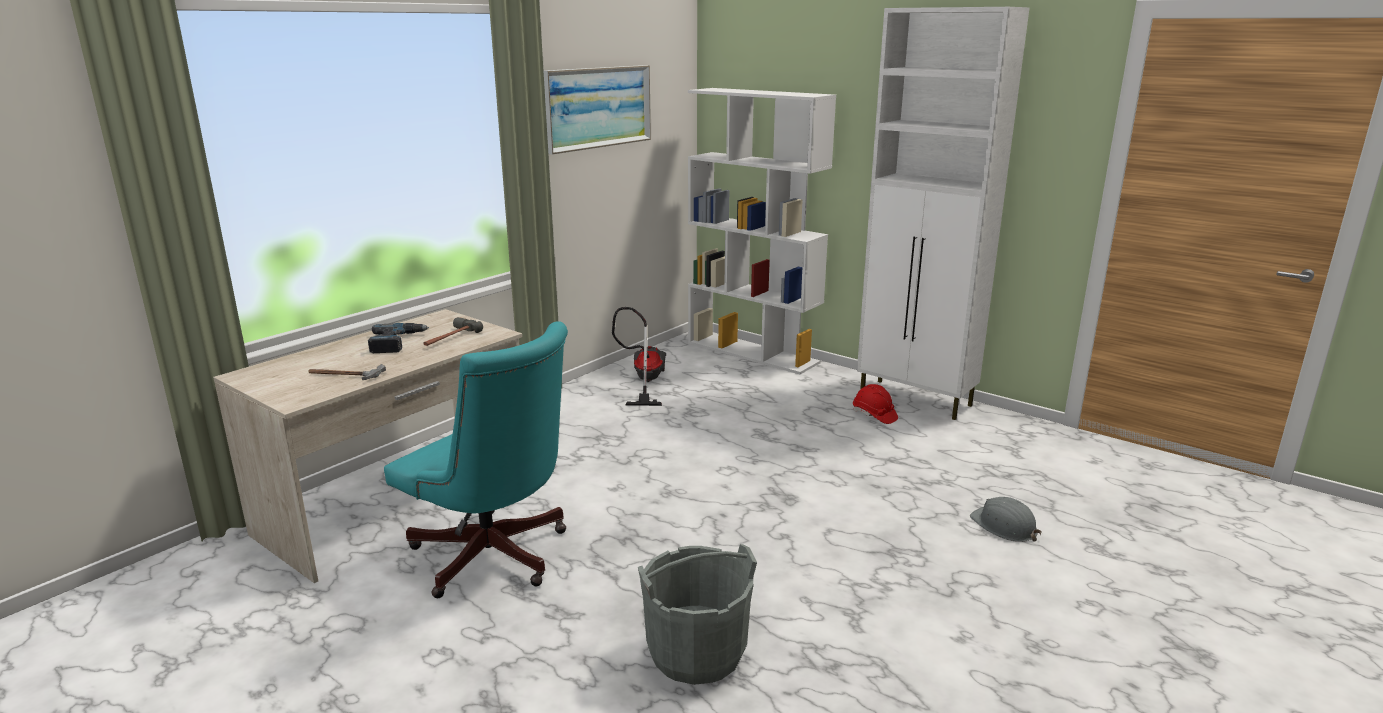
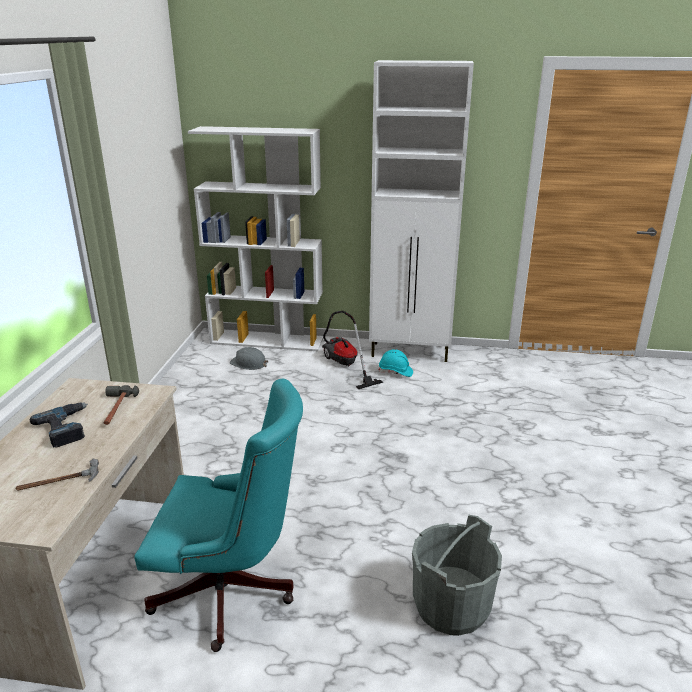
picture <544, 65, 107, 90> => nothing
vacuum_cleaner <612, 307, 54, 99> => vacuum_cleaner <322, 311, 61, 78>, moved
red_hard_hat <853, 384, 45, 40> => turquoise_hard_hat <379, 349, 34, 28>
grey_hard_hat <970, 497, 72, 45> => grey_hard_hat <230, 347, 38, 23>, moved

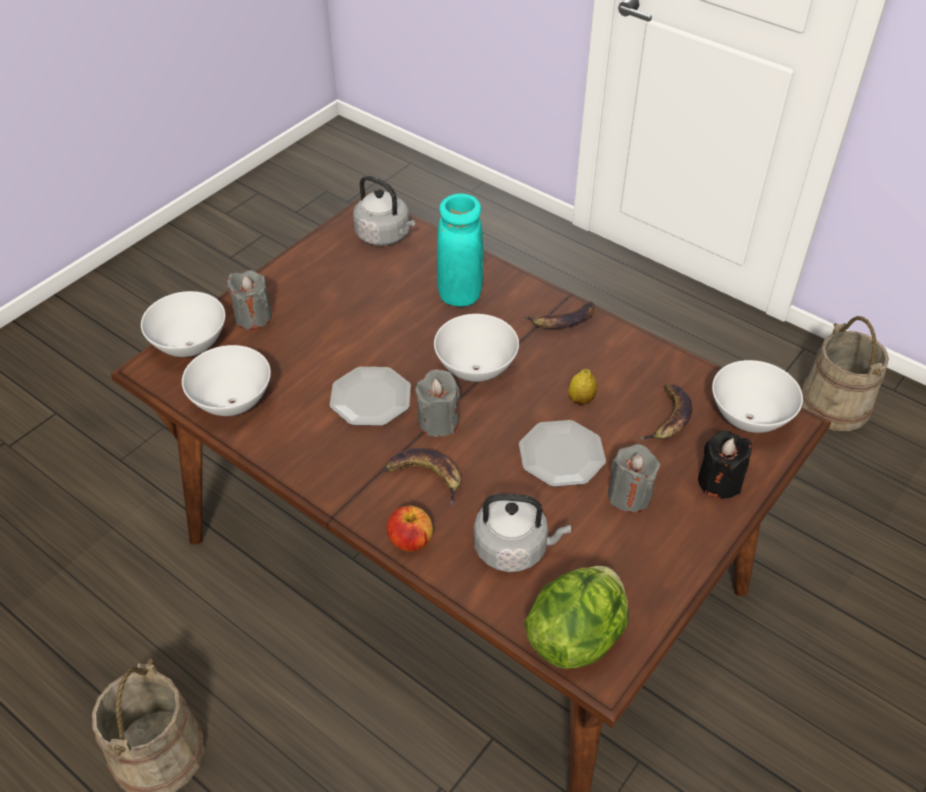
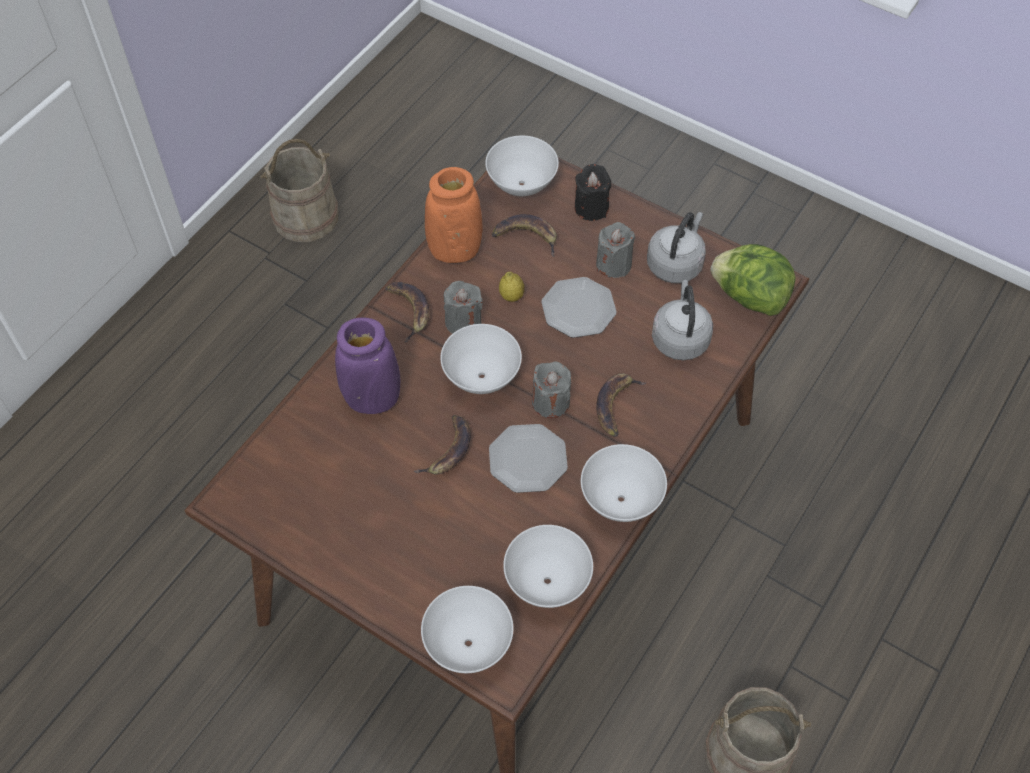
grey_kettle <353, 175, 62, 71> => grey_kettle <647, 212, 59, 71>, moved
turquoise_vase <437, 193, 47, 113> => purple_vase <335, 317, 65, 97>
grey_candle <227, 270, 45, 60> => grey_candle <444, 281, 39, 53>, moved
apple <387, 505, 46, 47> => nothing
nothing => orange_vase <425, 167, 58, 96>
nothing => banana <413, 415, 58, 60>
nothing => white_bowl <581, 444, 86, 78>

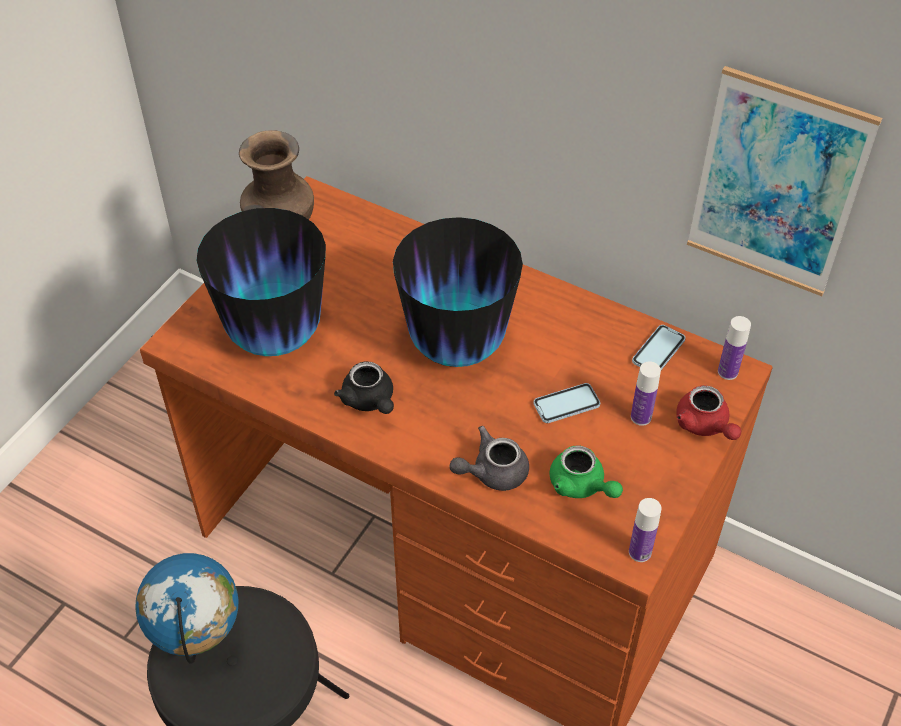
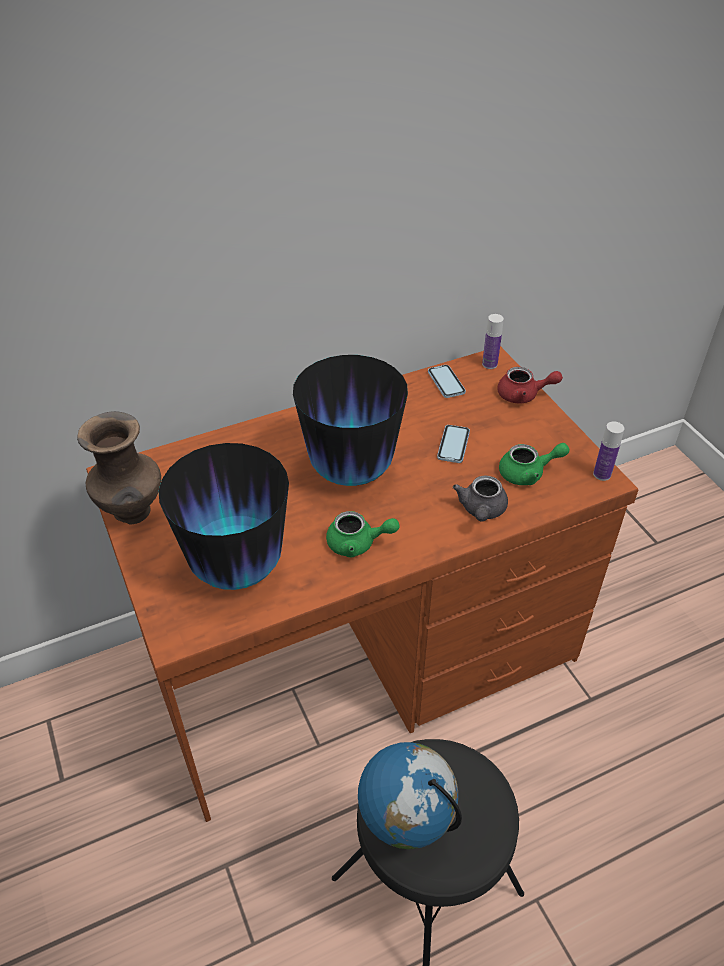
picture <687, 66, 195, 230> => nothing
black_teapot <334, 361, 60, 53> => green_teapot <326, 511, 74, 46>
bottle <631, 361, 30, 65> => nothing

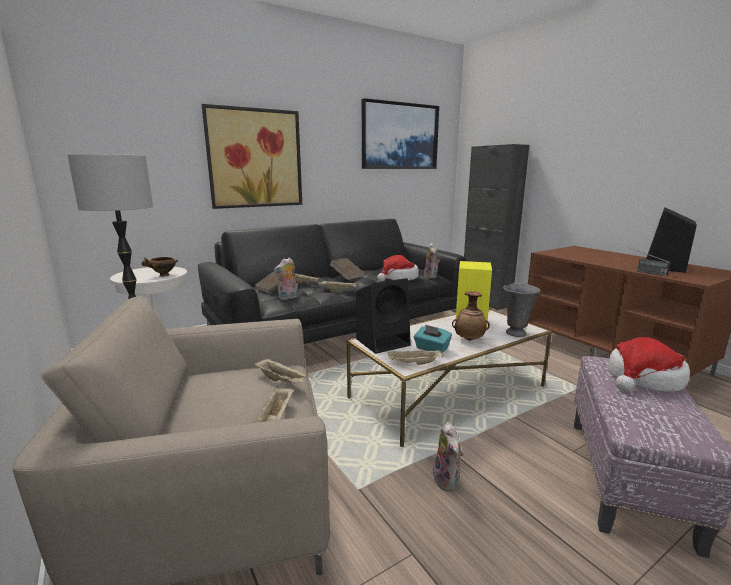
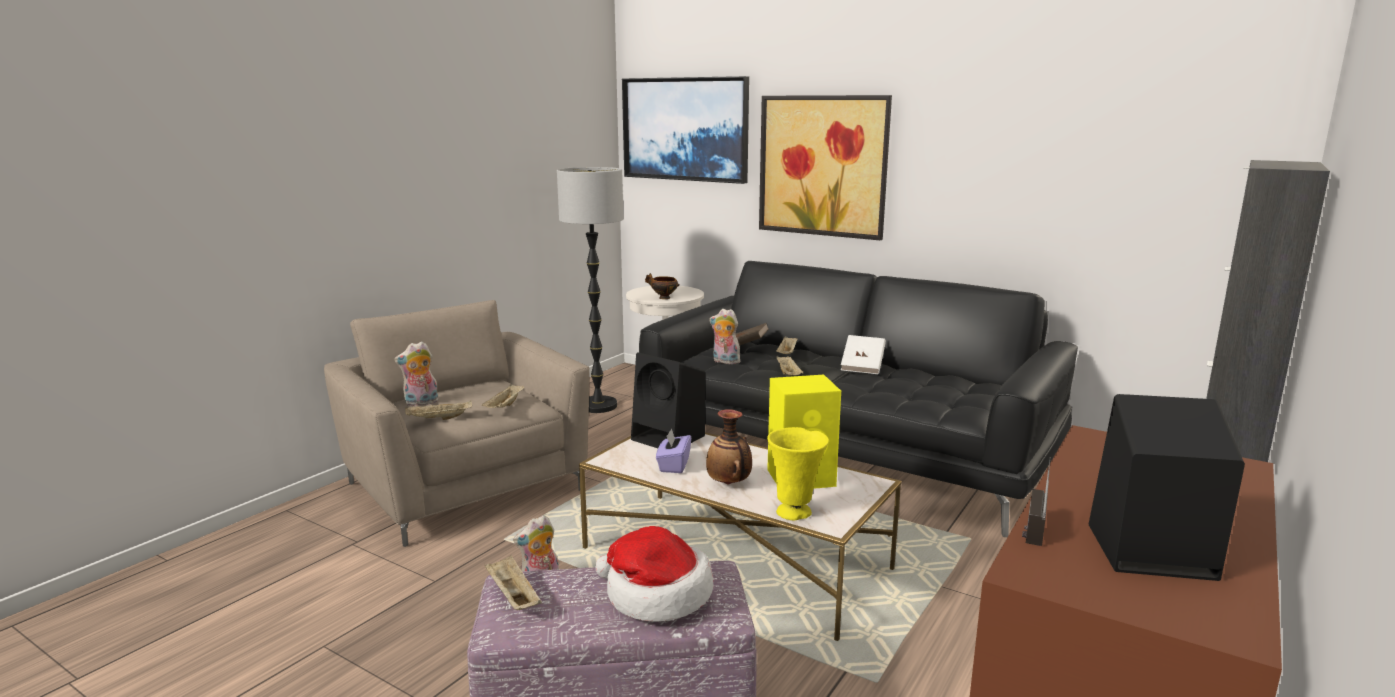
picture <362, 98, 77, 71> => picture <622, 76, 127, 108>, moved
plush_toy <424, 243, 16, 35> => plush_toy <394, 341, 45, 65>, moved
hat <377, 255, 42, 26> => nothing
brown_book <329, 258, 36, 22> => white_book <841, 335, 45, 39>
grey_vase <503, 283, 37, 54> => yellow_vase <767, 427, 62, 93>
turquoise_tissue_box <414, 324, 38, 29> => purple_tissue_box <656, 428, 35, 45>
beige_tray <387, 350, 56, 15> => beige_tray <485, 555, 57, 55>, moved

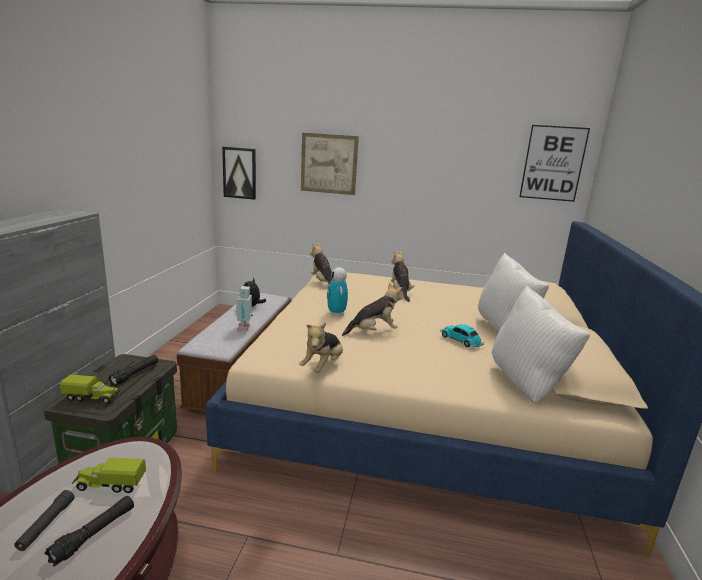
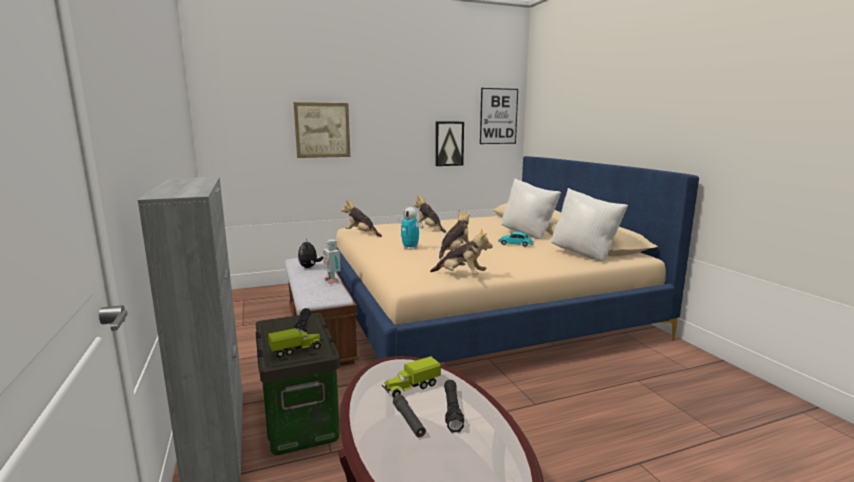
picture <222, 147, 34, 53> => picture <435, 122, 29, 44>, moved
plush_toy <299, 323, 44, 50> => plush_toy <430, 229, 63, 45>, 60 degrees counterclockwise

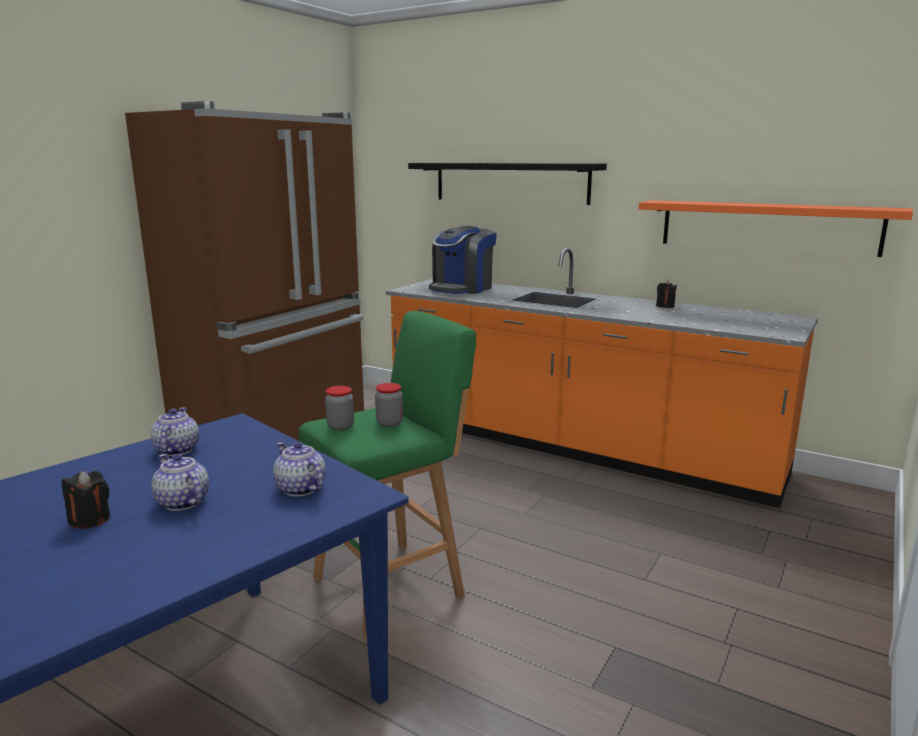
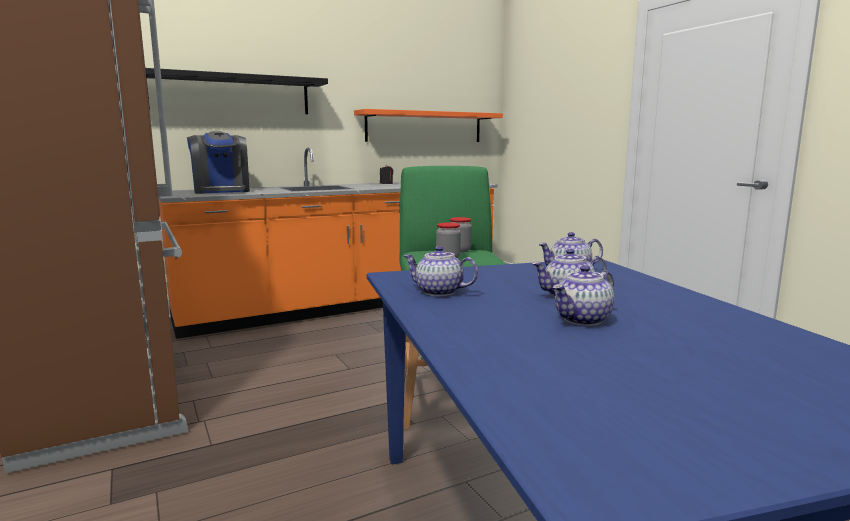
black_candle <62, 471, 48, 58> => teapot <553, 265, 61, 61>

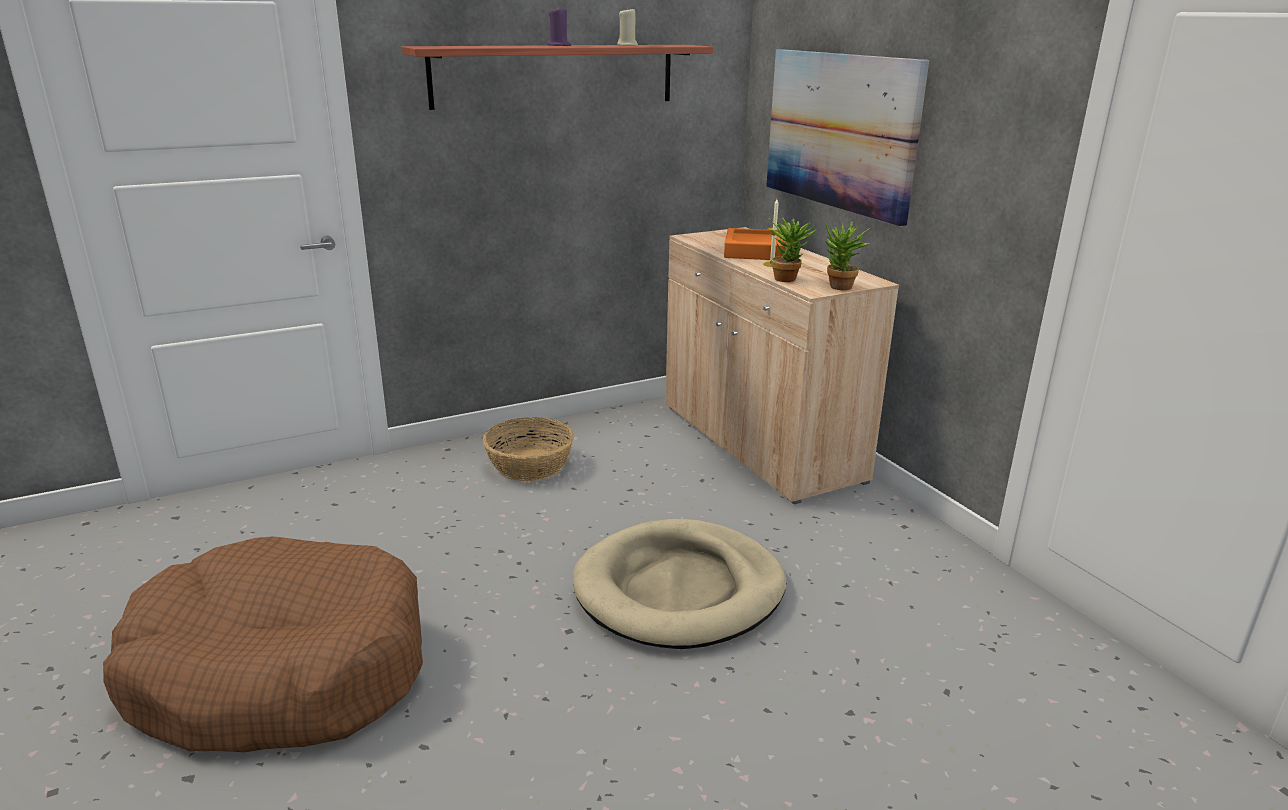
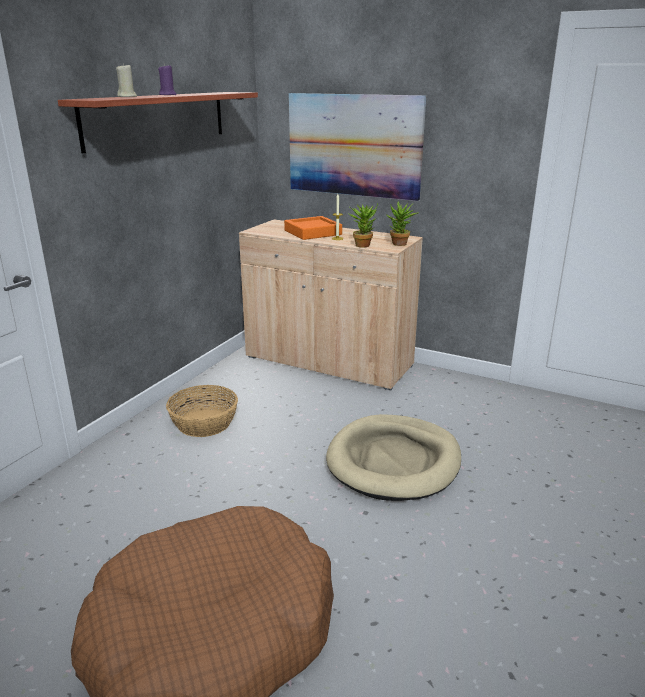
beige_candle <617, 7, 21, 39> => beige_candle <116, 63, 21, 34>, moved

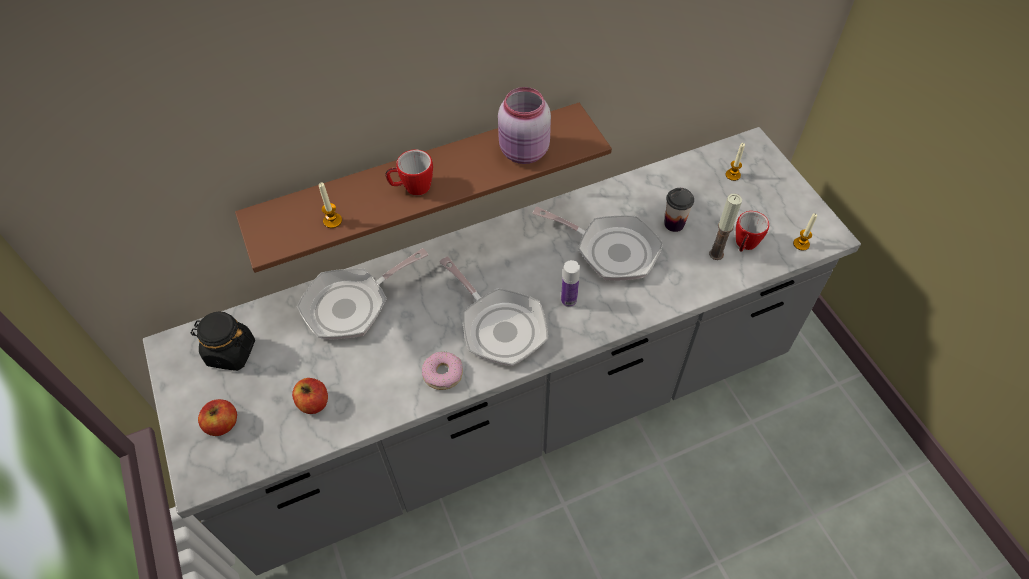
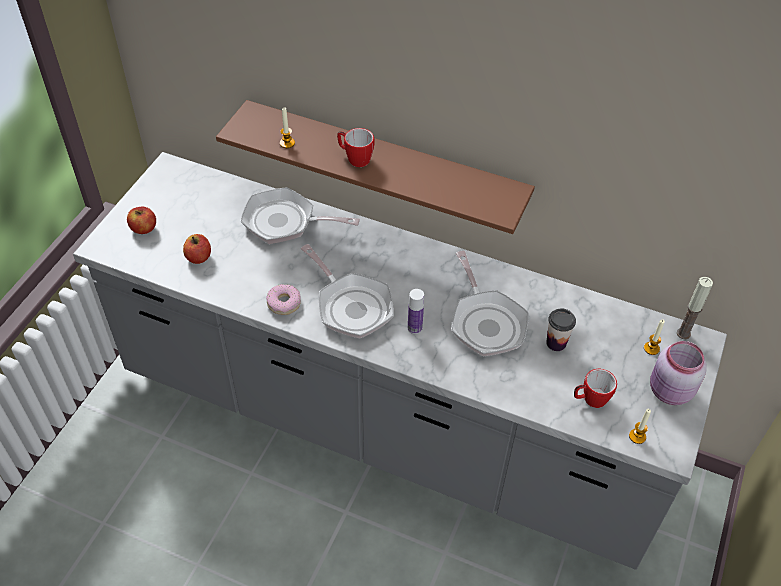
pink_jar <498, 87, 53, 77> => pink_jar <650, 341, 57, 64>, moved
candle <709, 194, 33, 66> => candle <677, 277, 36, 62>, moved
frying_pan <439, 256, 109, 110> => frying_pan <301, 244, 93, 94>, 45 degrees counterclockwise
black_jar <190, 311, 65, 60> => nothing

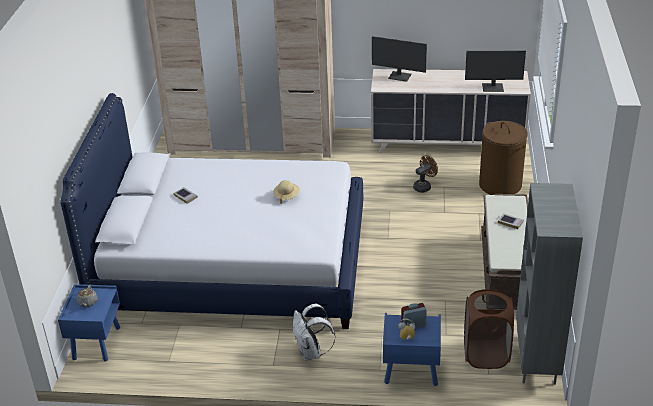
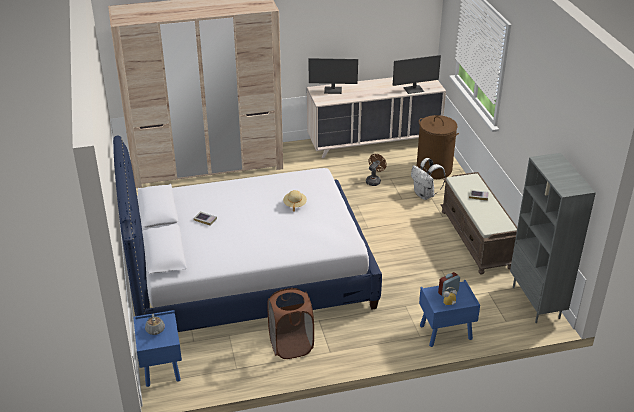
brown_laundry_basket <464, 289, 50, 80> => brown_laundry_basket <267, 288, 47, 71>, moved
white_backpack <293, 304, 43, 57> => white_backpack <411, 158, 35, 42>, moved

